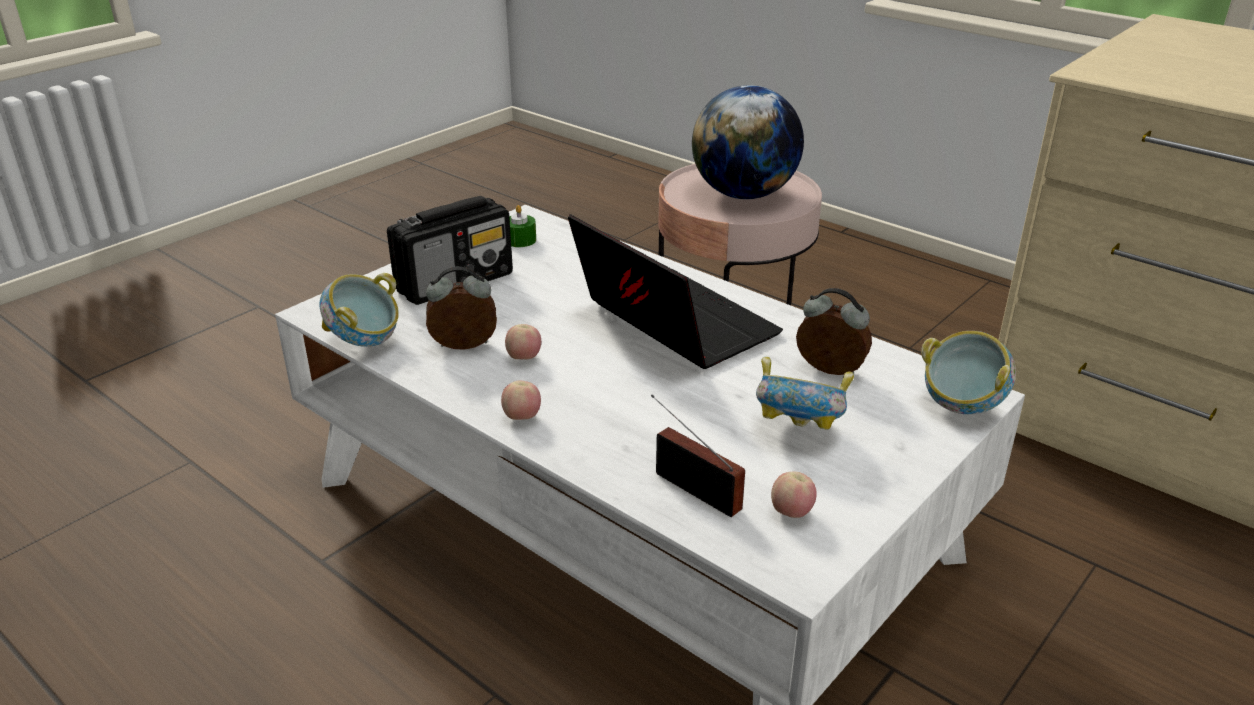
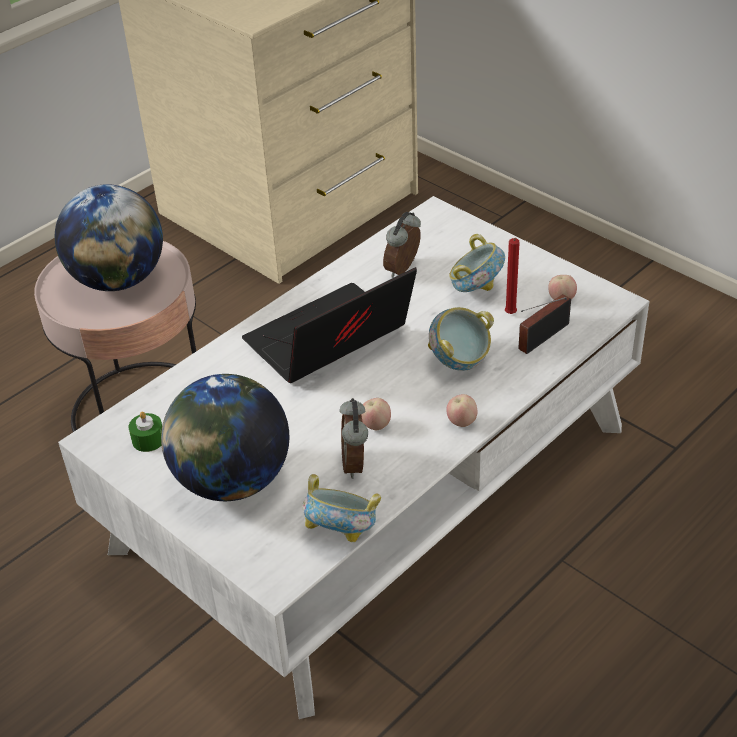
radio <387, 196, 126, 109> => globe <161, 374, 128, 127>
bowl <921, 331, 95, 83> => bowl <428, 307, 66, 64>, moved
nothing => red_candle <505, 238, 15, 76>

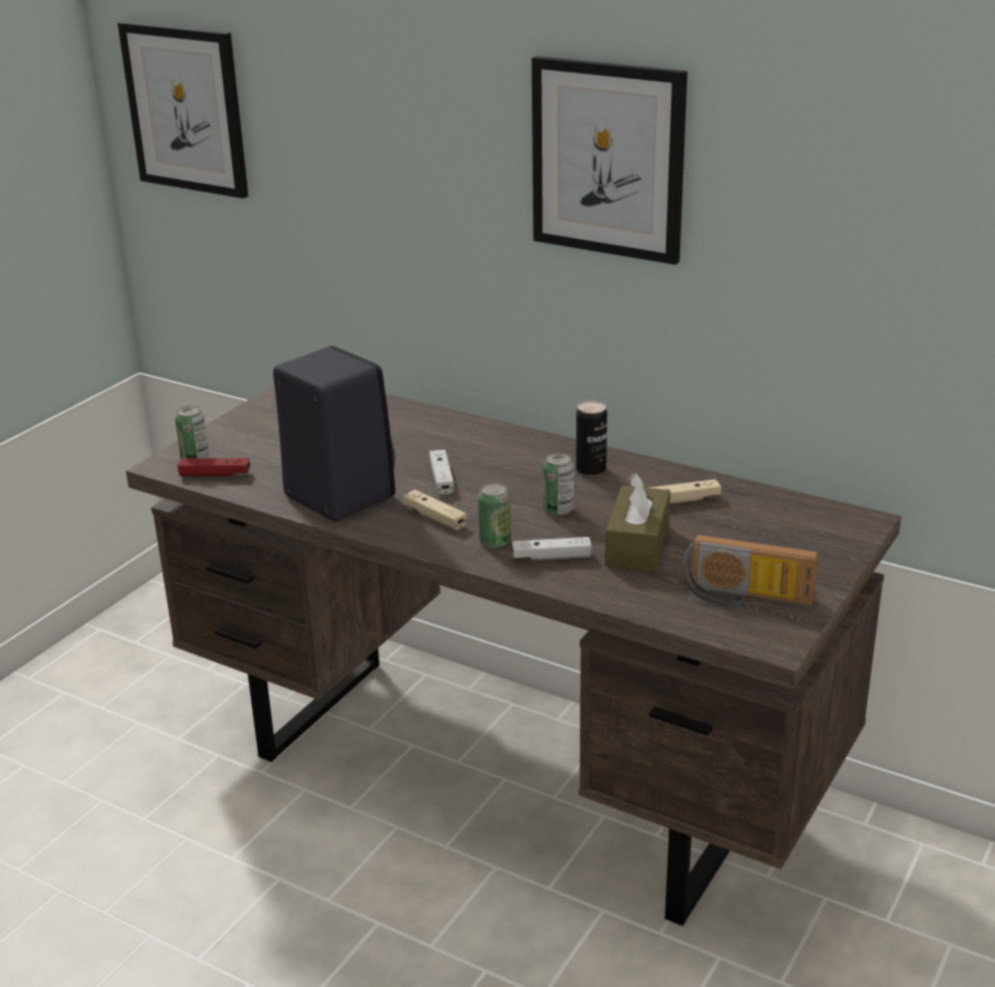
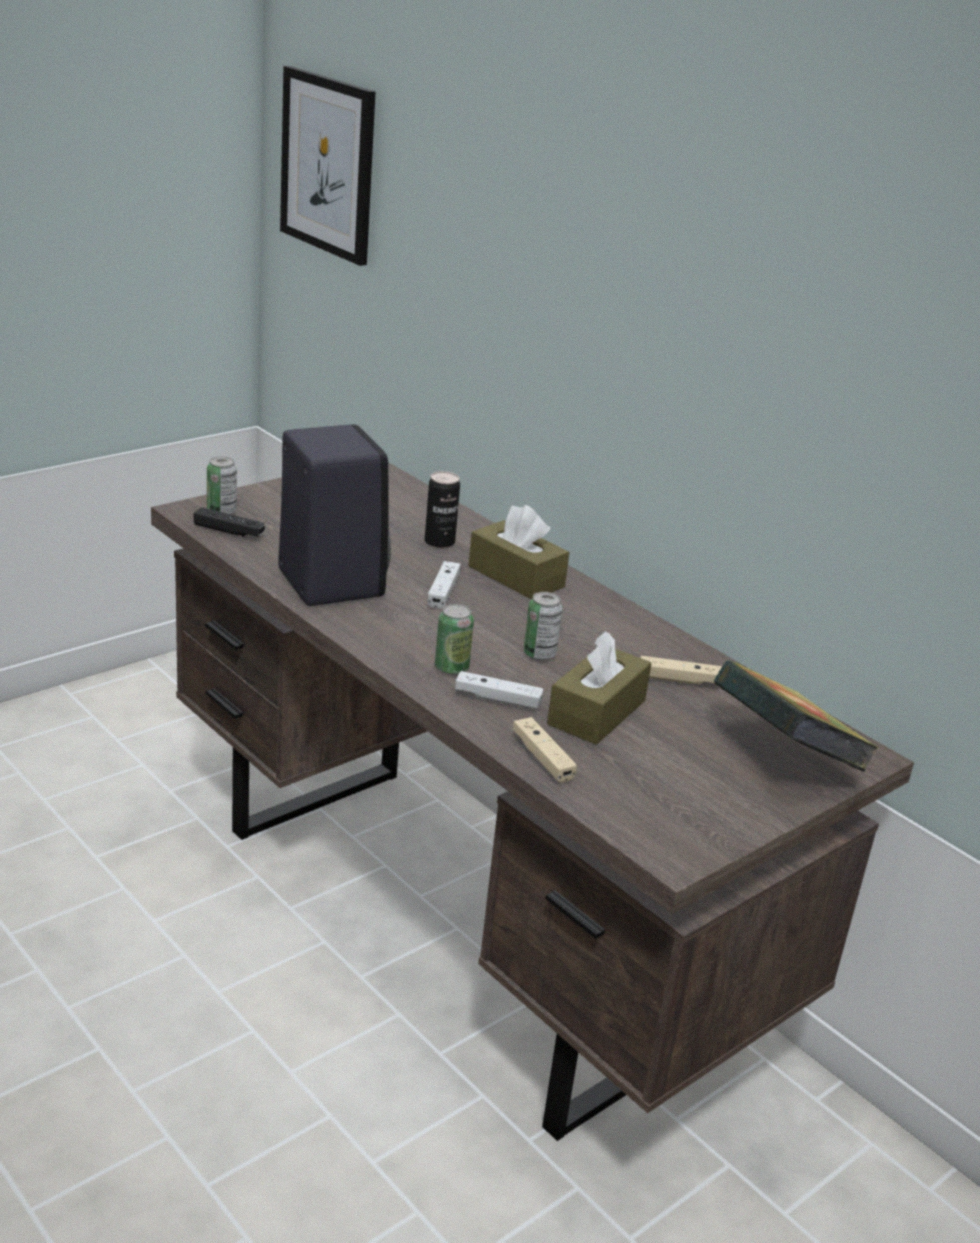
picture <532, 56, 155, 209> => nothing
can <576, 401, 31, 75> => can <425, 471, 35, 77>, moved
red_game_controller <177, 458, 73, 18> => black_game_controller <193, 507, 72, 30>
beige_game_controller <403, 490, 63, 40> => beige_game_controller <513, 717, 64, 66>, moved
radio <682, 534, 137, 73> => nothing
nothing => brown_tissue_box <469, 505, 100, 94>
nothing => book <714, 660, 165, 112>

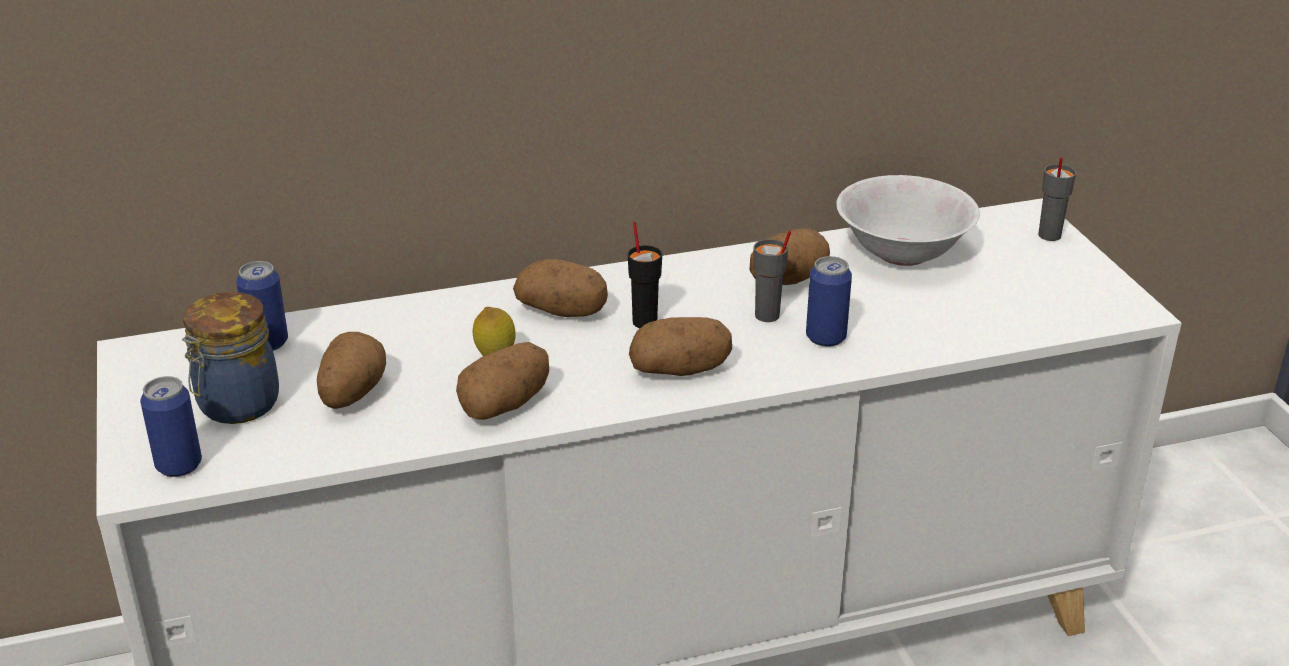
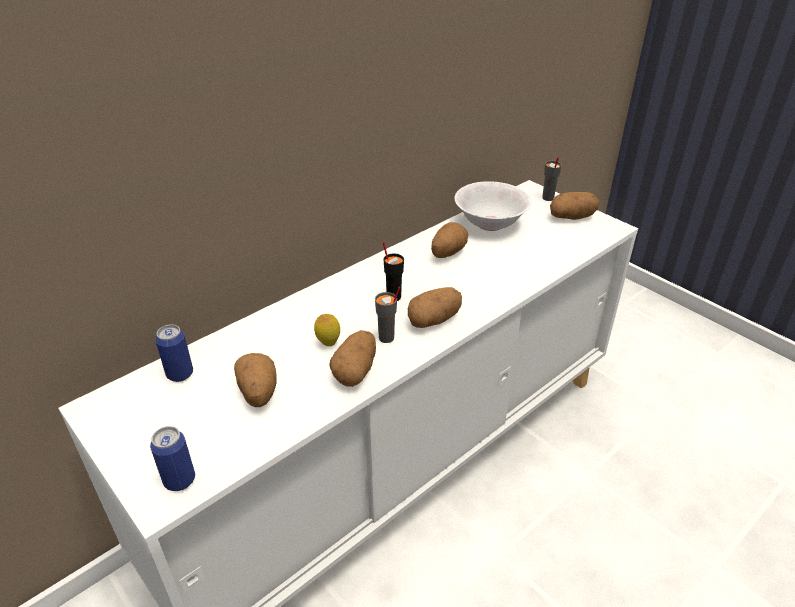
grey_cup <753, 230, 38, 92> => grey_cup <375, 287, 25, 56>, moved
can <806, 256, 46, 91> => nothing
potato <513, 259, 95, 58> => potato <550, 192, 49, 28>, moved
jar <182, 292, 97, 132> => nothing

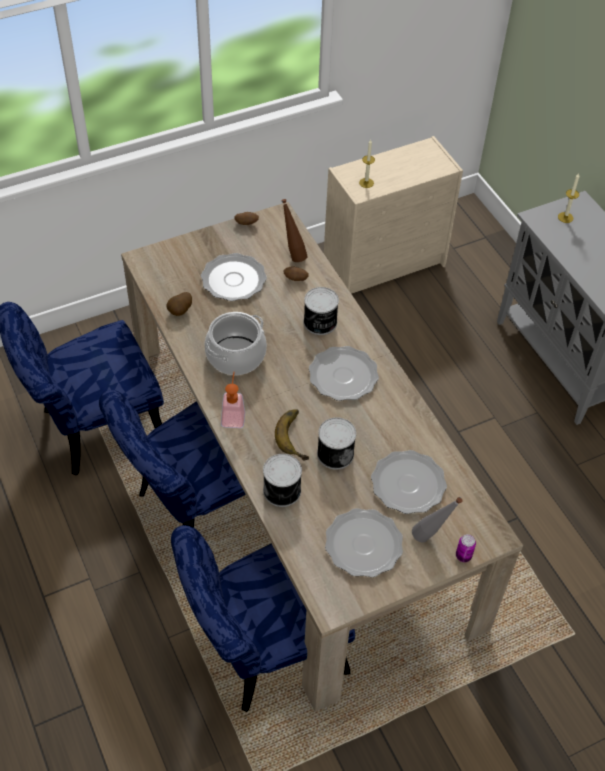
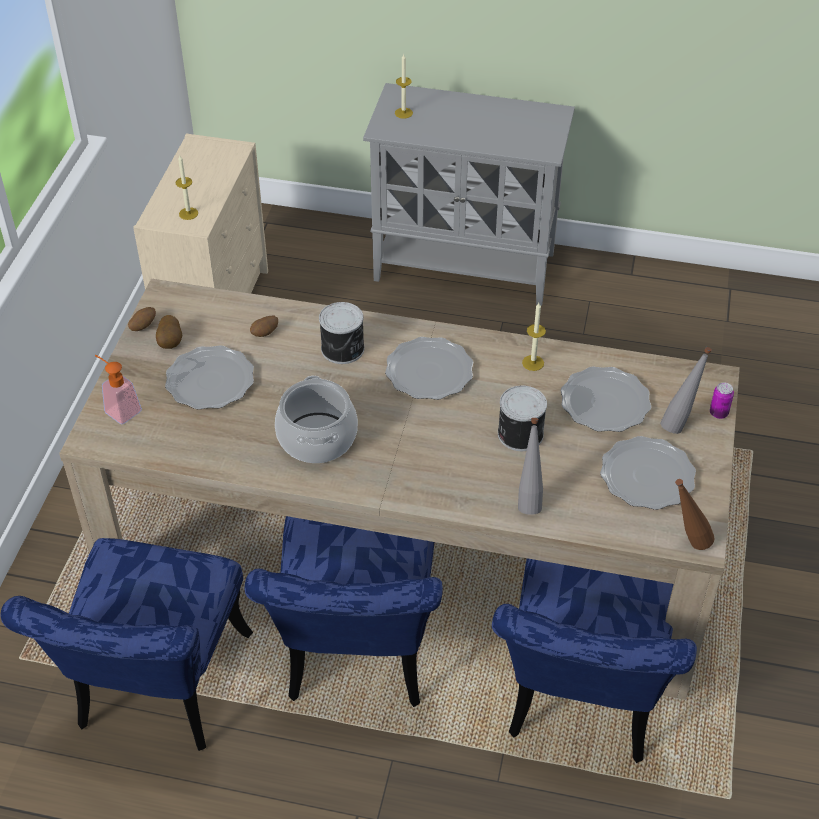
brown_bottle <282, 199, 25, 63> => brown_bottle <675, 479, 40, 71>, moved
potato <166, 292, 26, 24> => potato <156, 315, 26, 34>, moved
soap_dispenser <221, 372, 24, 56> => soap_dispenser <95, 355, 47, 69>, moved
banana <275, 409, 34, 52> => nothing
can <263, 454, 39, 53> => grey_bottle <518, 418, 25, 97>
nothing => candle <522, 303, 24, 68>

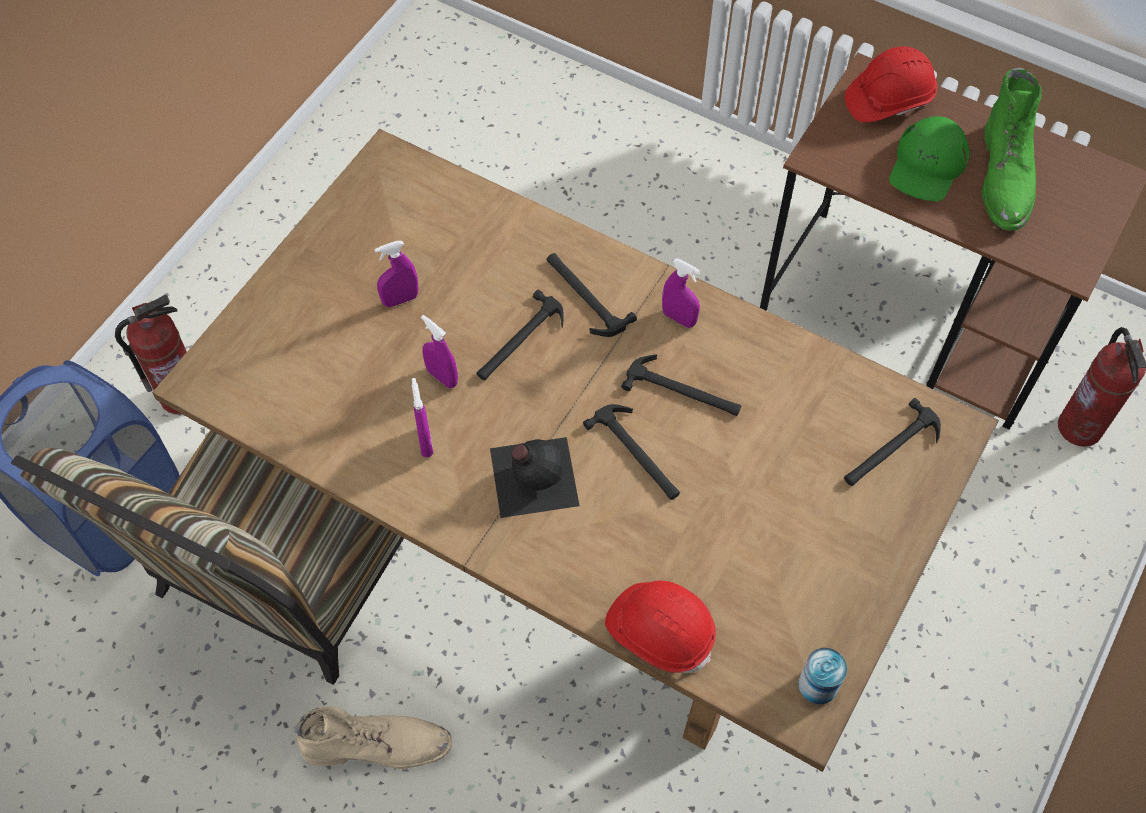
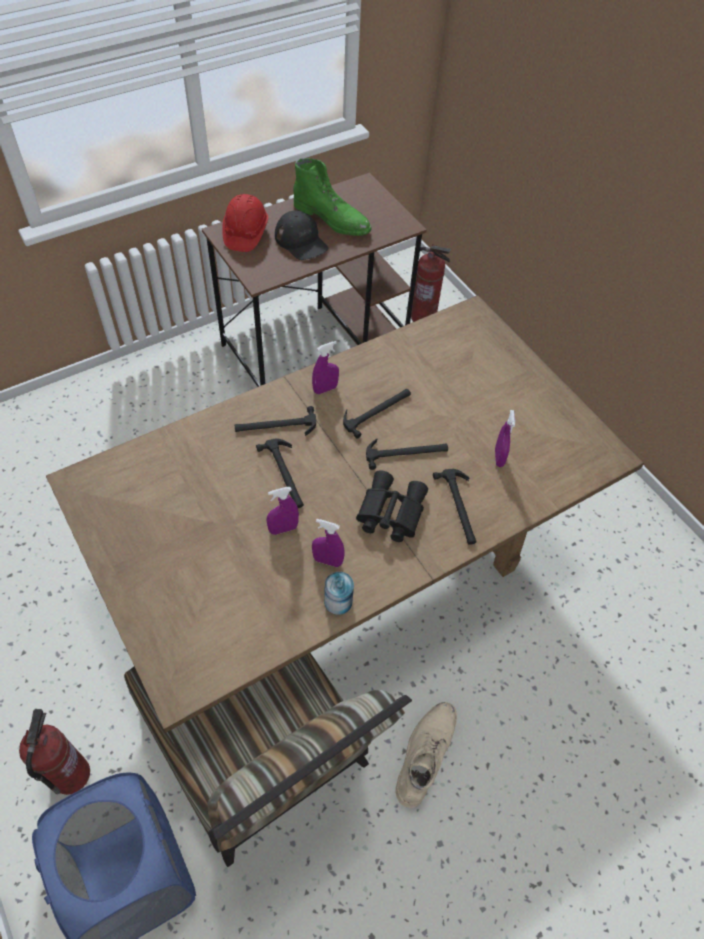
green_cap <889, 116, 81, 85> => black_cap <275, 211, 53, 49>
purple_spray_bottle <375, 241, 44, 66> => purple_spray_bottle <495, 410, 20, 57>, moved
hammer <844, 398, 97, 88> => hammer <433, 469, 43, 76>, moved
black_bottle <490, 437, 90, 81> => black_binoculars <356, 470, 72, 72>
red_hard_hat <605, 581, 111, 92> => nothing
can <798, 648, 49, 56> => can <324, 572, 30, 43>, moved

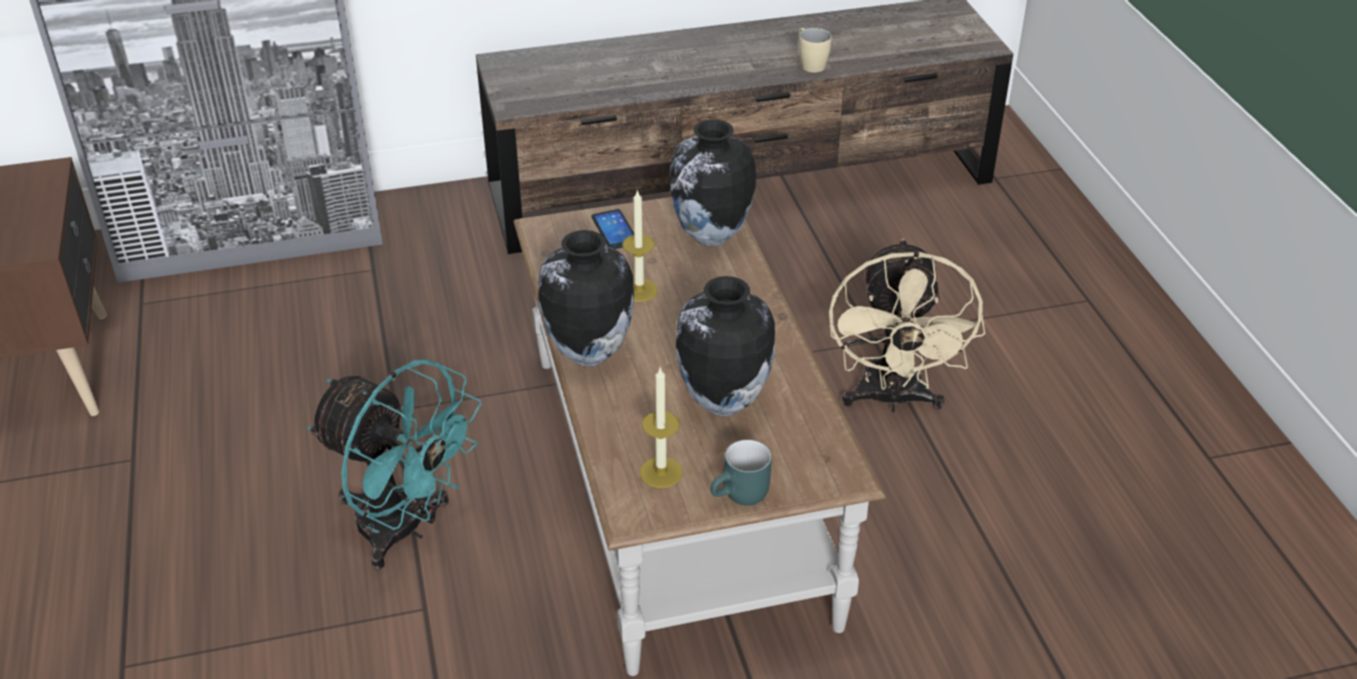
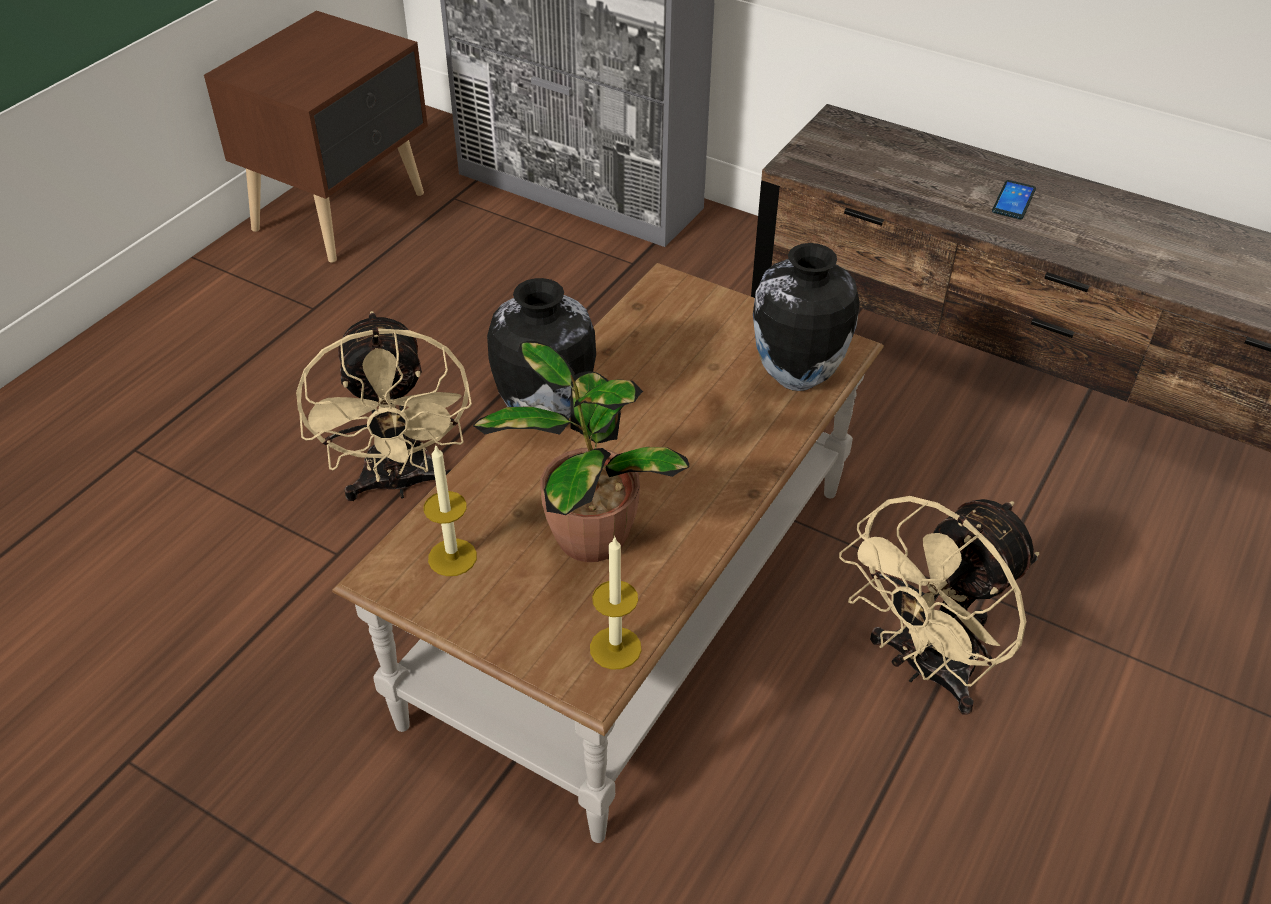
beige_mug <799, 28, 32, 44> => nothing
candle <622, 189, 36, 113> => candle <590, 536, 52, 134>, moved
phone <592, 209, 42, 40> => phone <992, 180, 44, 39>, moved
vase <676, 276, 99, 140> => potted_plant <473, 341, 216, 221>
turquoise_fan <307, 359, 175, 211> => beige_fan <296, 311, 176, 190>
turquoise_mug <710, 440, 62, 66> => nothing

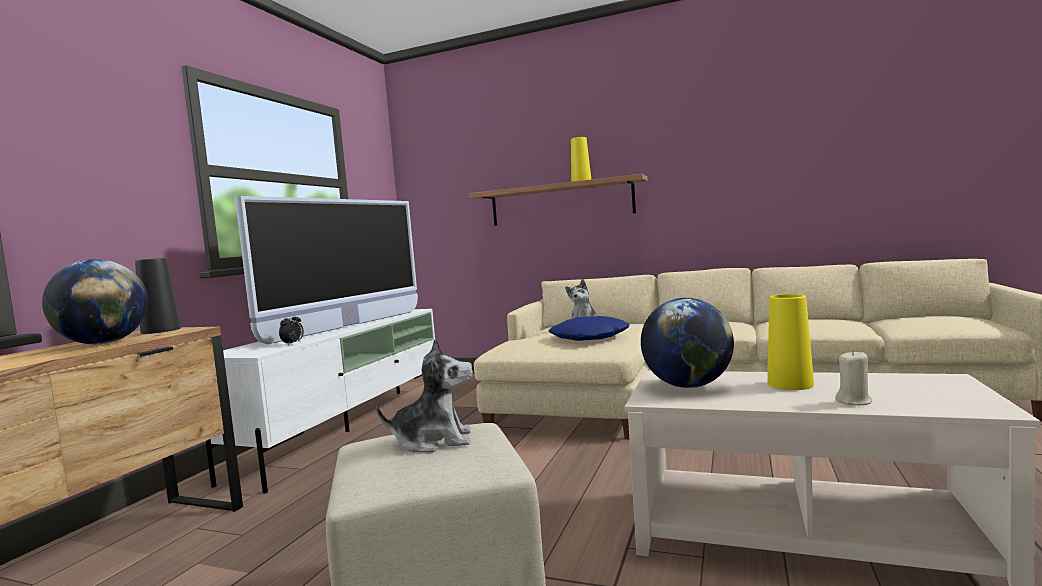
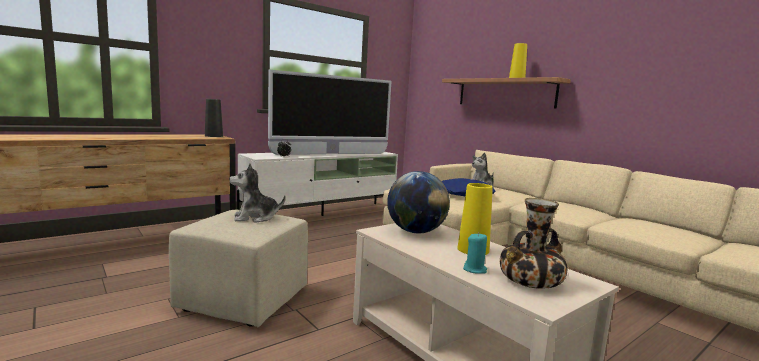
globe <42, 259, 106, 85> => nothing
plush_toy <376, 338, 97, 115> => plush_toy <229, 163, 57, 59>, 135 degrees clockwise
beige_candle <835, 350, 37, 55> => turquoise_candle <463, 232, 24, 42>
nothing => vase <500, 198, 67, 91>

